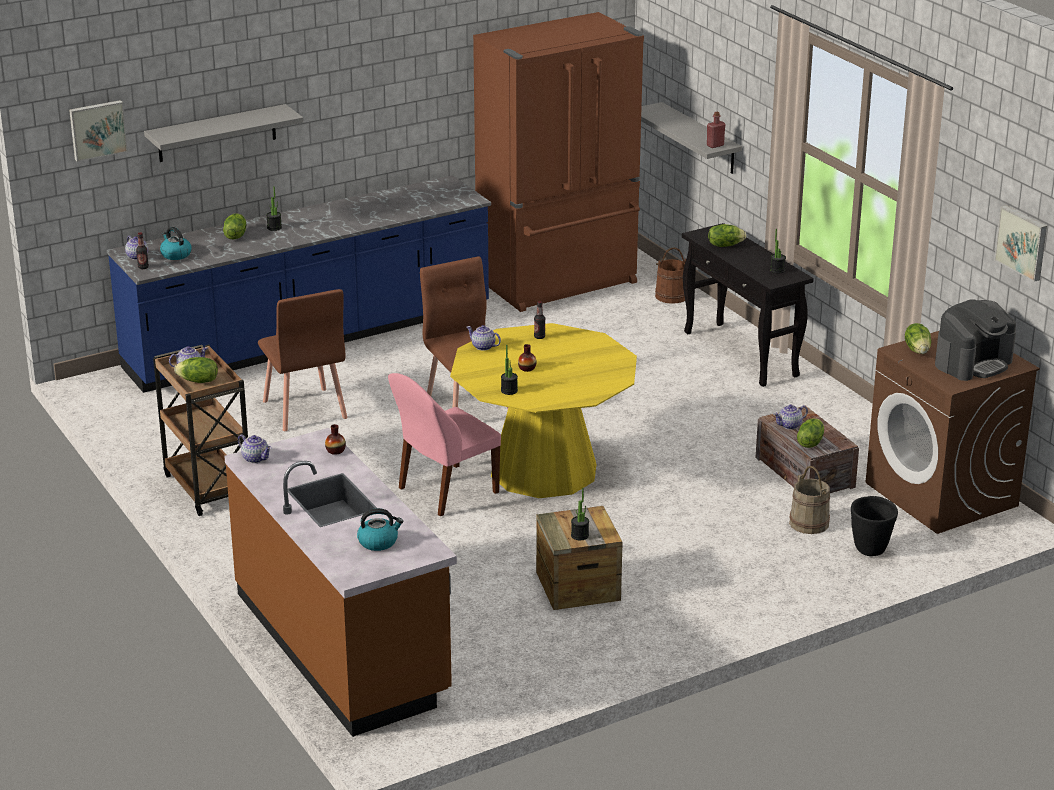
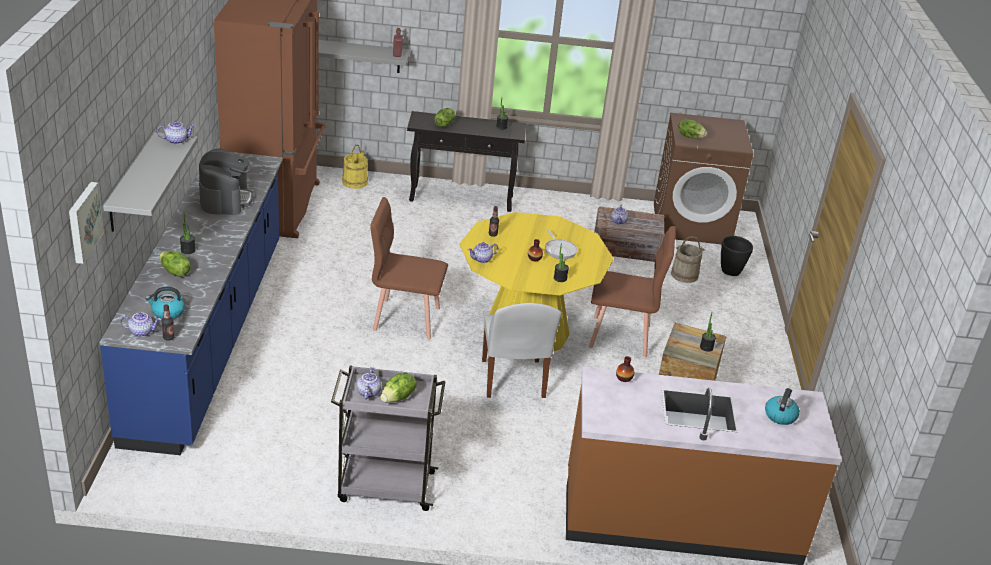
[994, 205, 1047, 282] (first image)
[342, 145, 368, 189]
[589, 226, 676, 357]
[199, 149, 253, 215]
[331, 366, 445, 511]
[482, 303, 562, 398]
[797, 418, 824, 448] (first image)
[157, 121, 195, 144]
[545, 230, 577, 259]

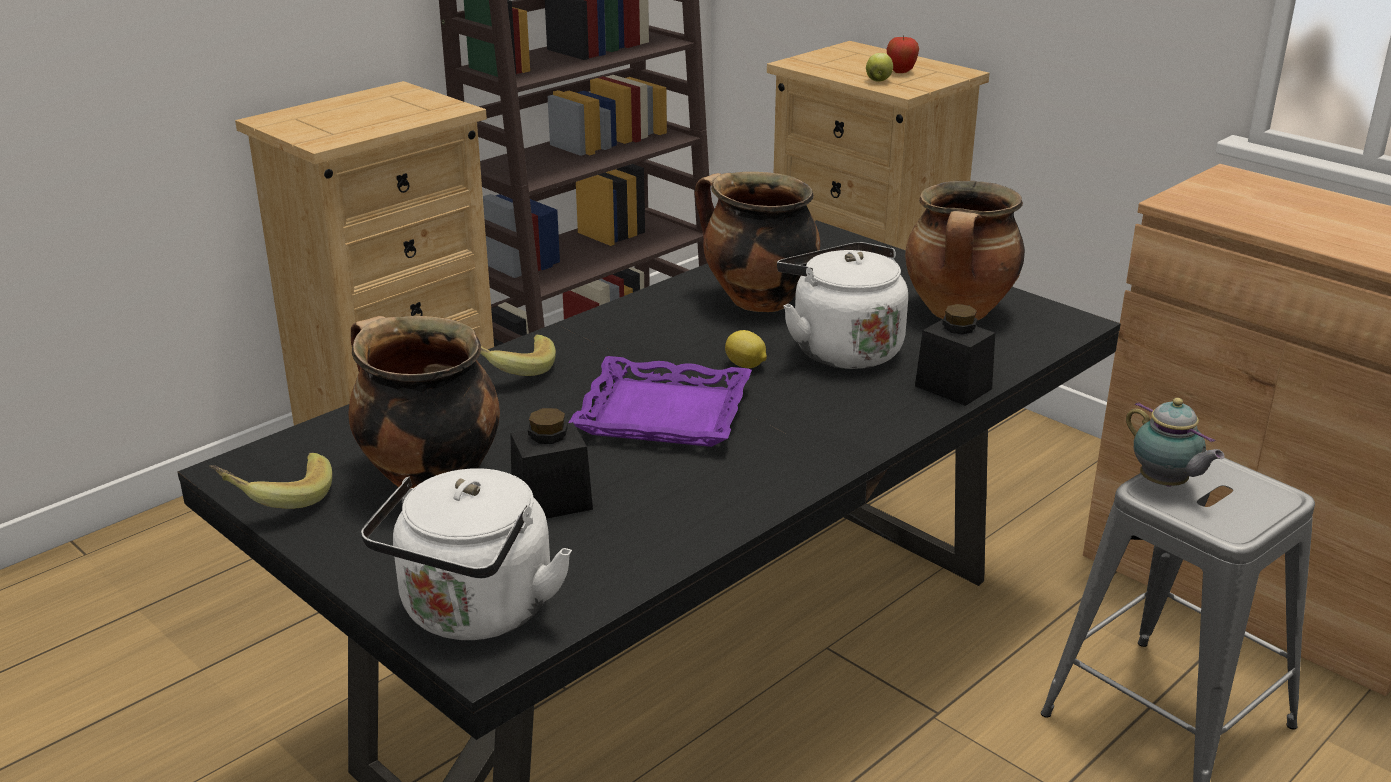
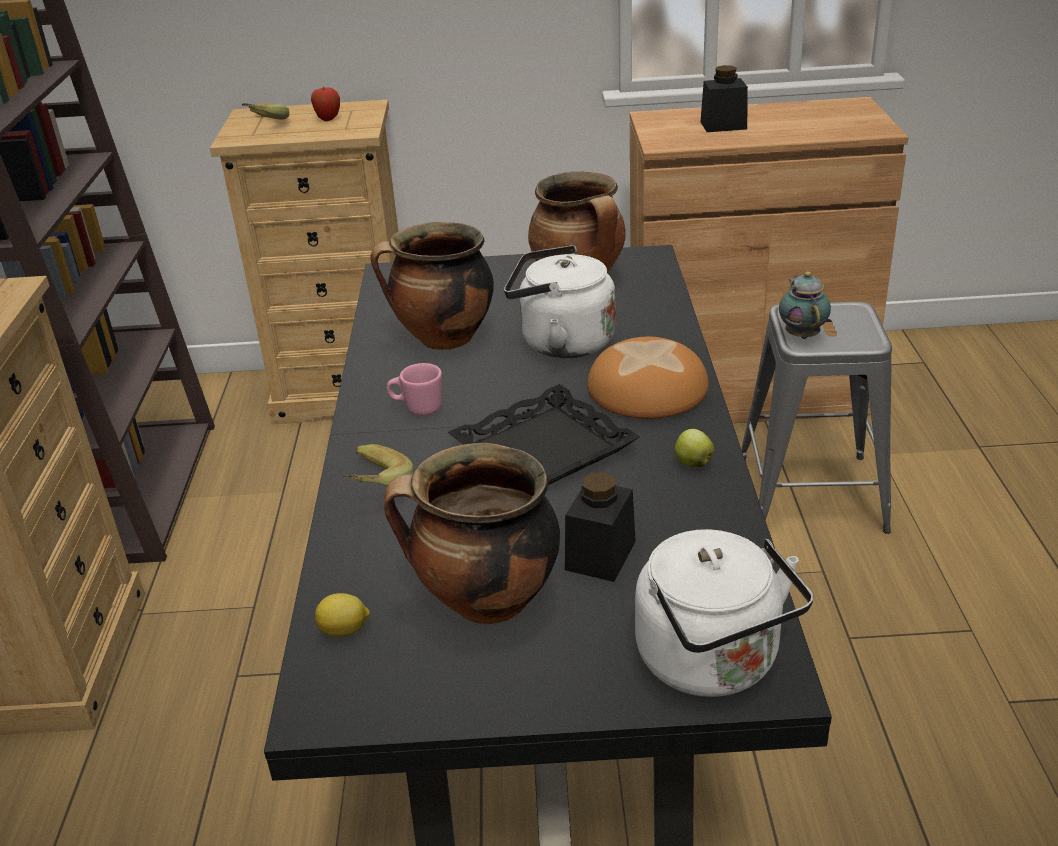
[675, 429, 714, 467]
[701, 65, 748, 132]
[315, 593, 370, 637]
[447, 384, 640, 485]
[779, 271, 831, 339]
[242, 103, 289, 120]
[587, 337, 709, 419]
[387, 363, 442, 416]

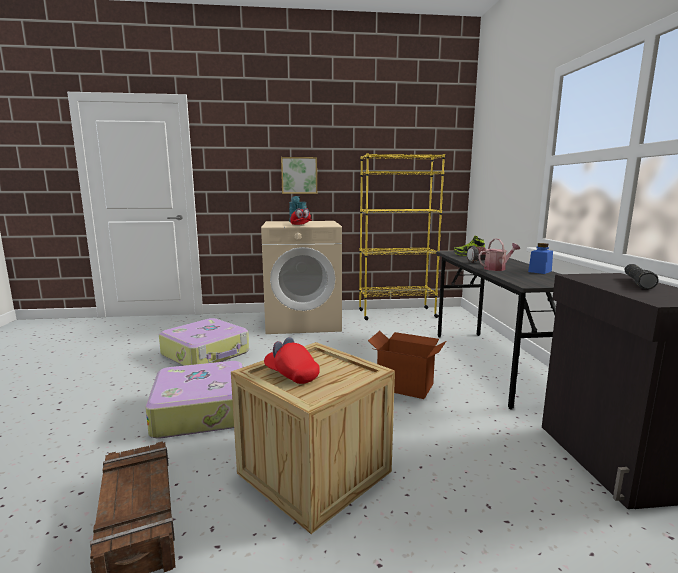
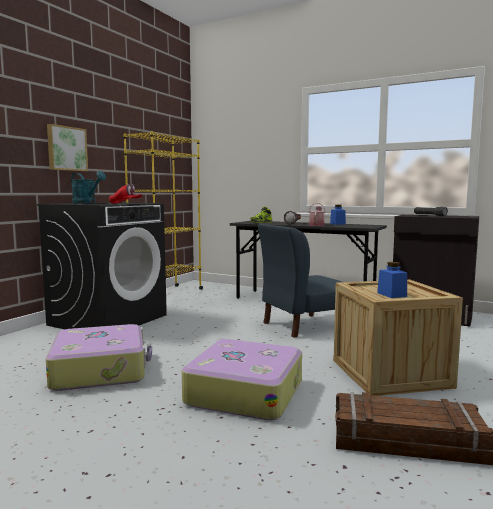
[37, 202, 167, 329]
[258, 224, 342, 338]
[377, 262, 407, 298]

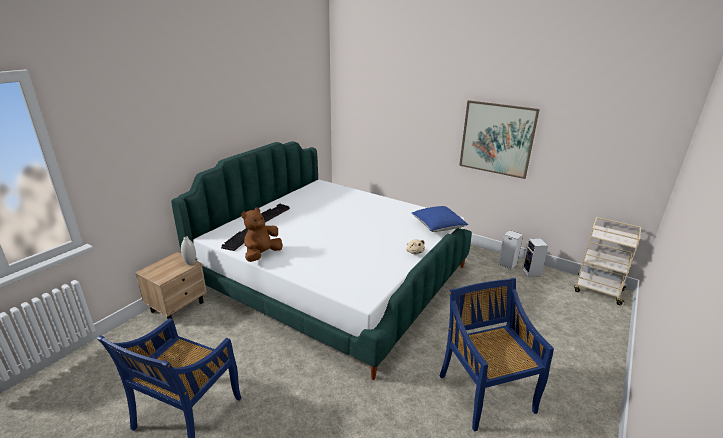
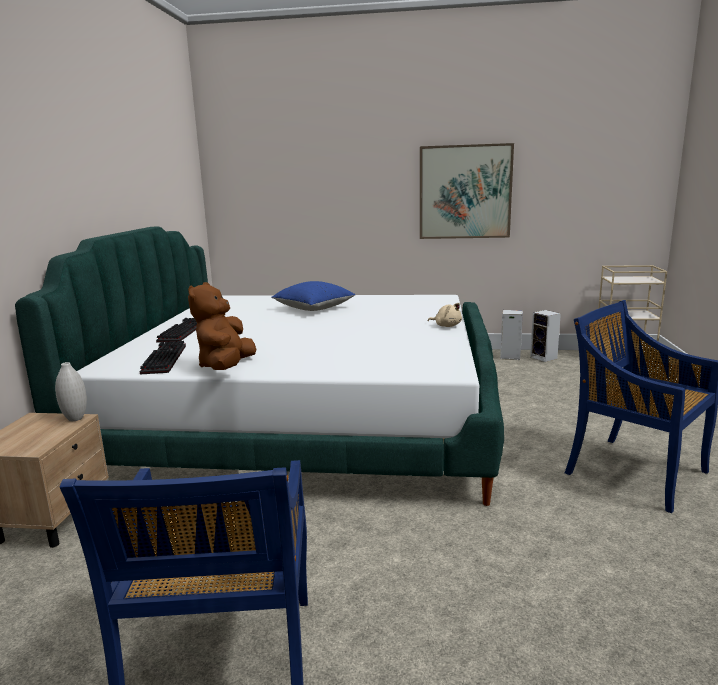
[271, 281, 356, 311]

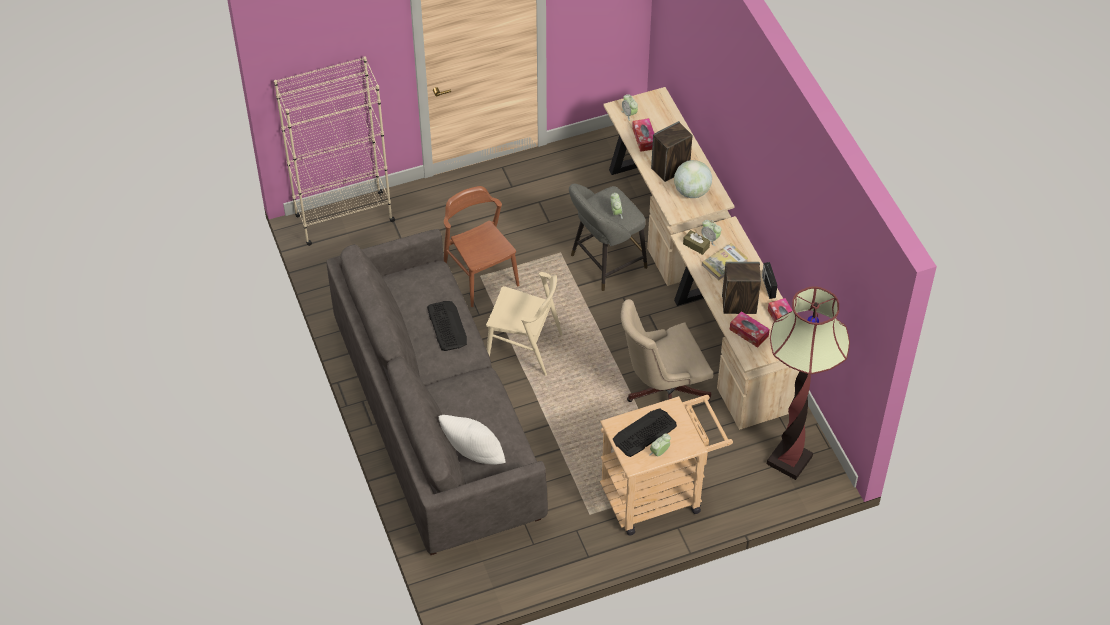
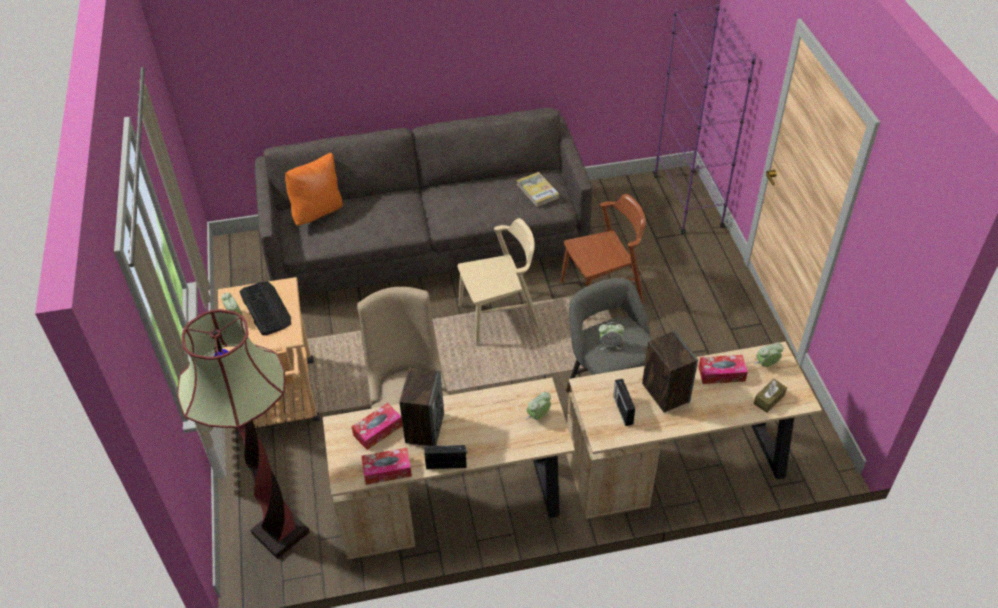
[654, 4, 756, 234]
[613, 379, 635, 426]
[754, 379, 787, 413]
[517, 172, 559, 207]
[458, 218, 540, 346]
[427, 301, 467, 351] (first image)
[285, 153, 342, 226]

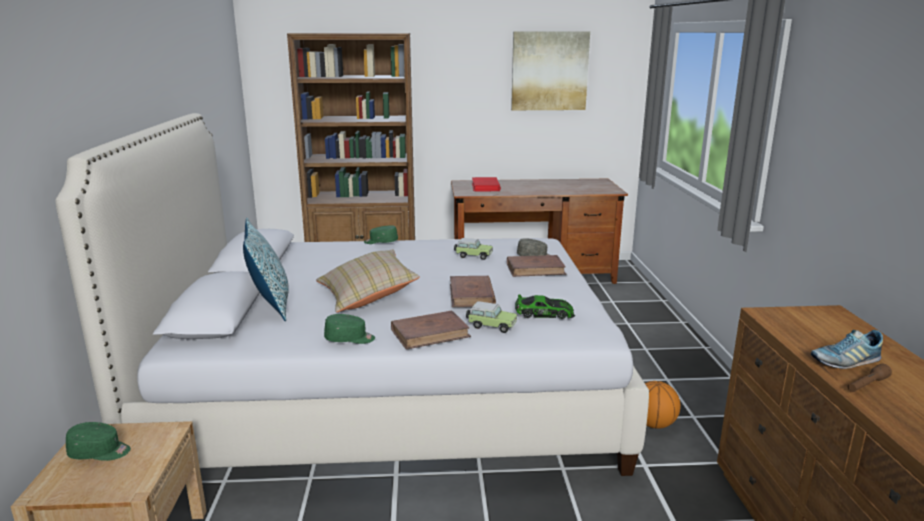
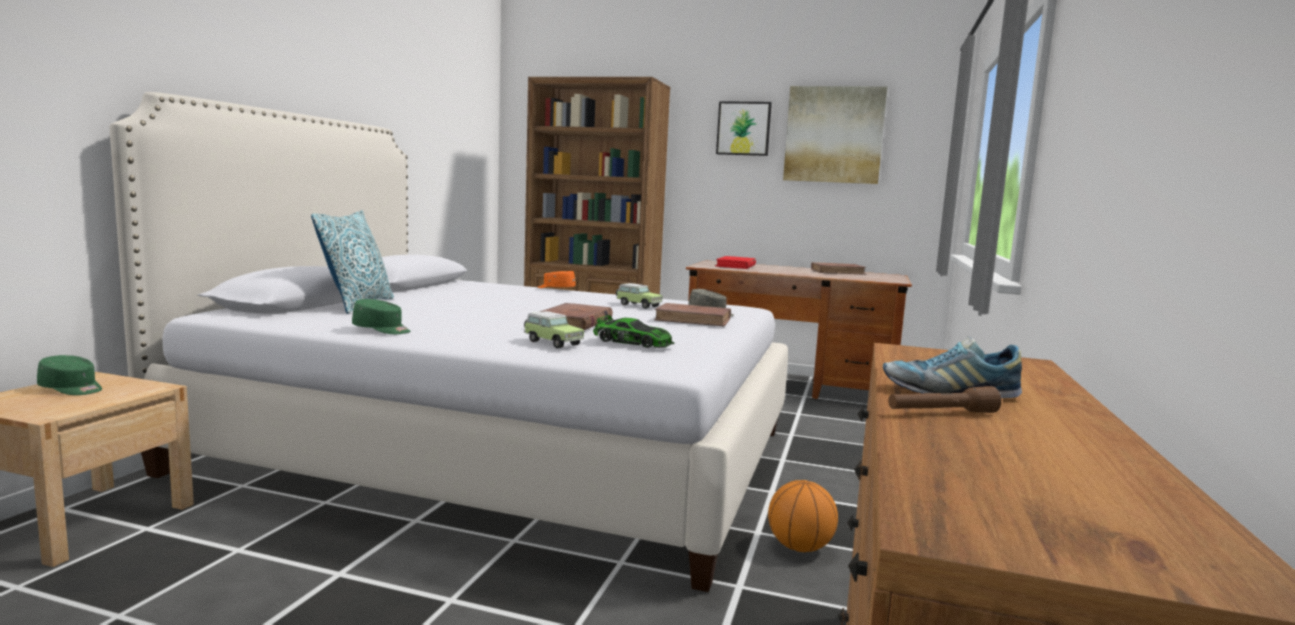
[538, 271, 575, 288]
[316, 249, 420, 312] (first image)
[811, 262, 866, 275]
[716, 101, 772, 156]

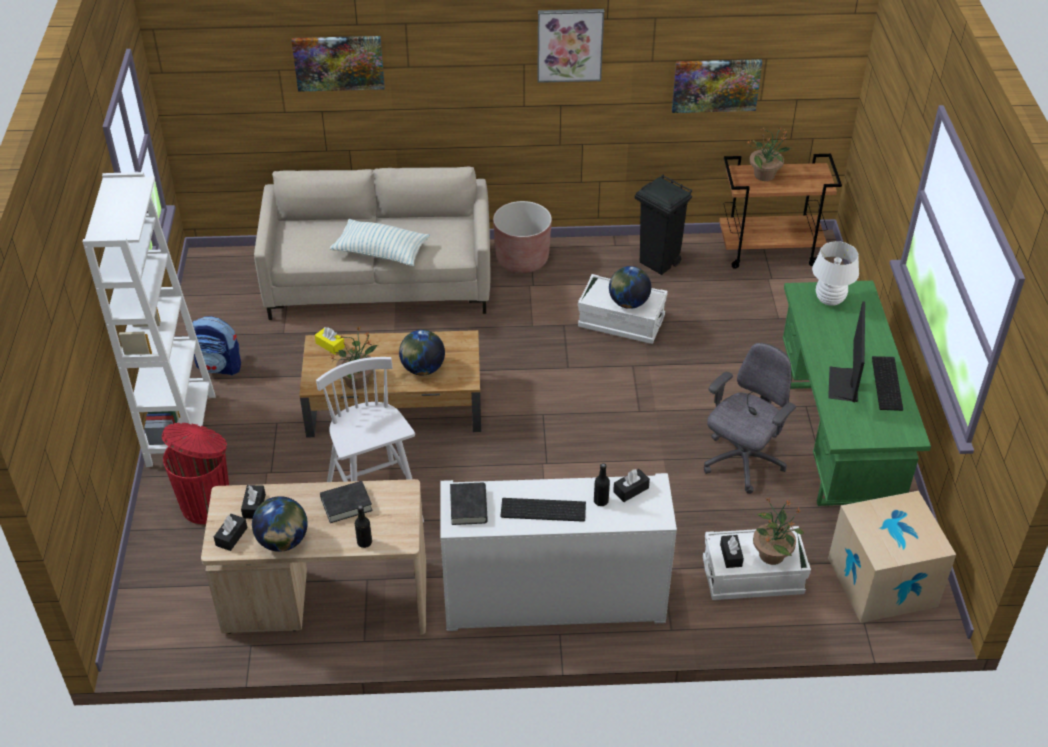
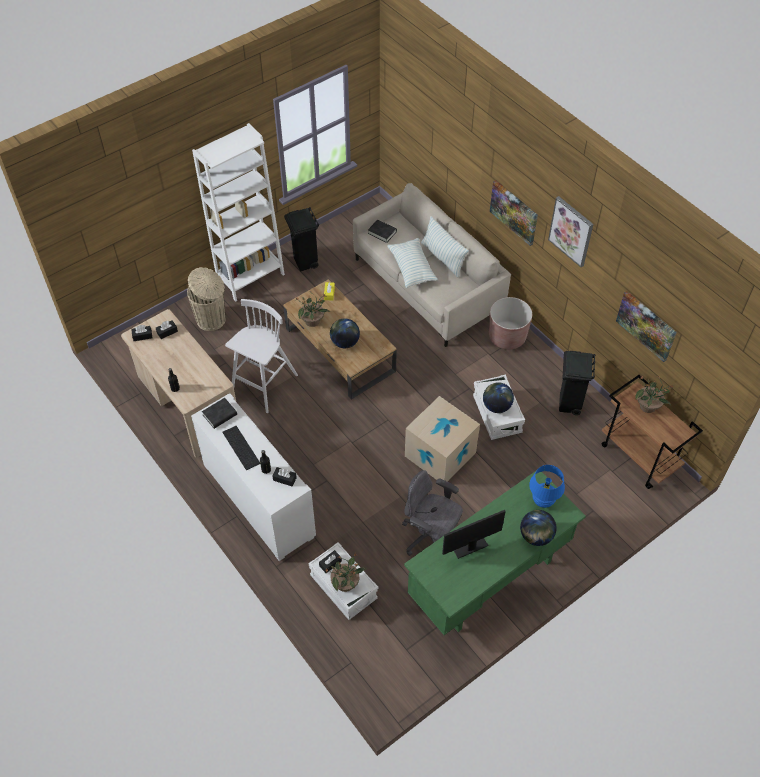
[490, 180, 538, 246]
[529, 465, 565, 508]
[284, 207, 319, 272]
[402, 470, 463, 556]
[872, 356, 903, 411] (first image)
[187, 267, 226, 331]
[368, 220, 397, 243]
[405, 396, 480, 482]
[520, 510, 557, 546]
[421, 216, 469, 278]

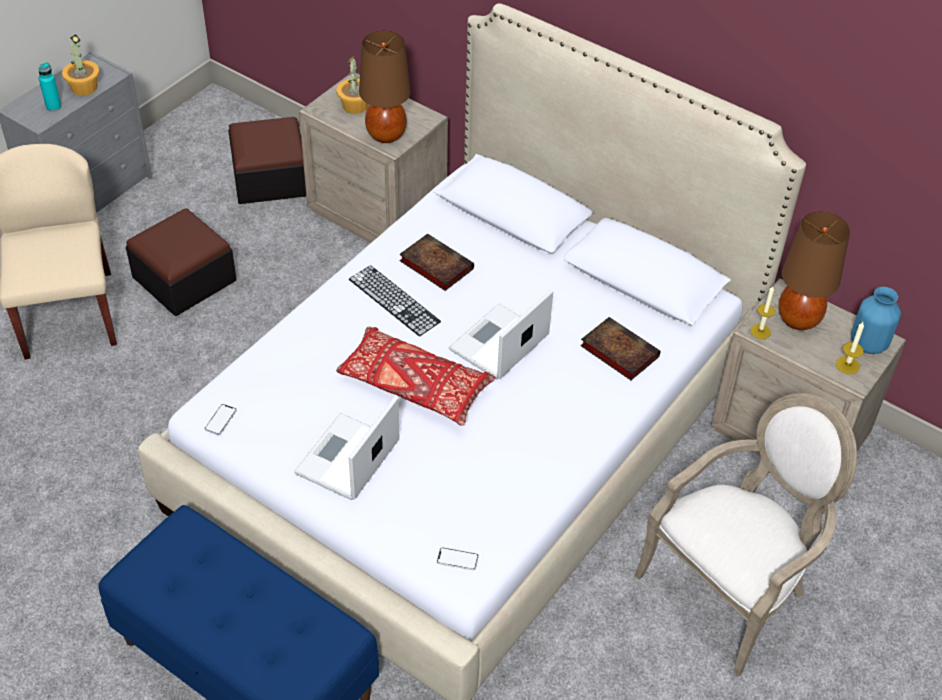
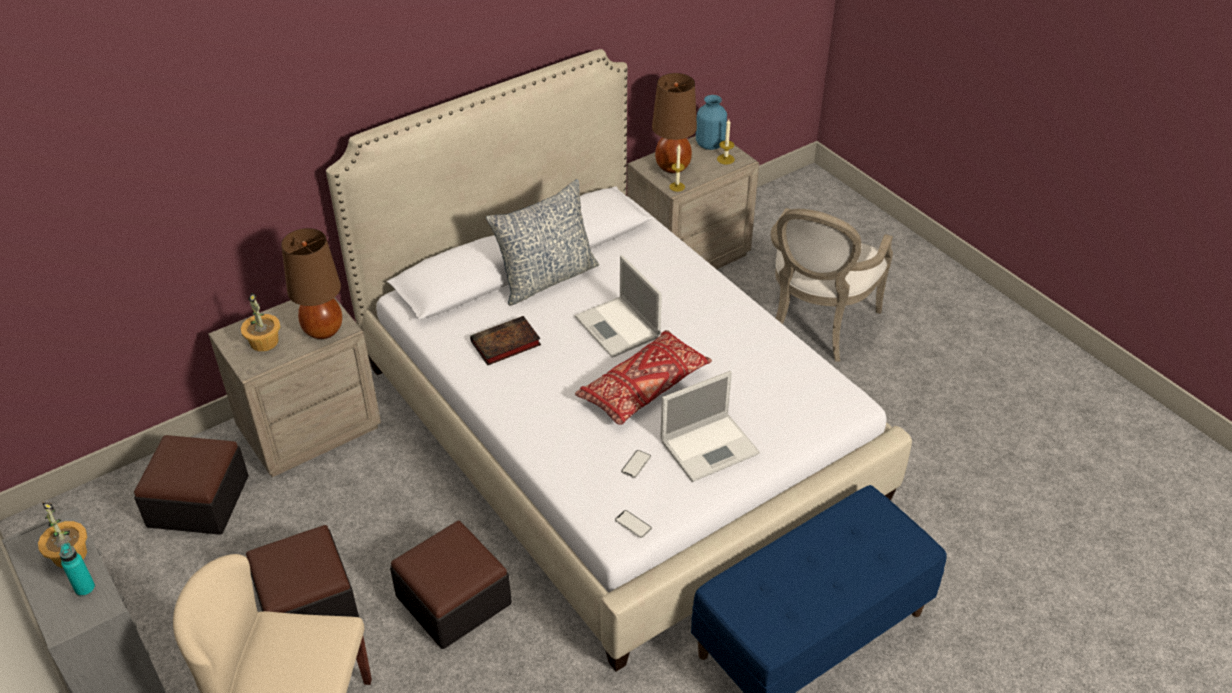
[349, 265, 441, 337] (first image)
[580, 317, 660, 380] (first image)
[771, 208, 893, 362]
[660, 371, 760, 482]
[621, 450, 651, 478]
[486, 179, 599, 305]
[390, 521, 512, 649]

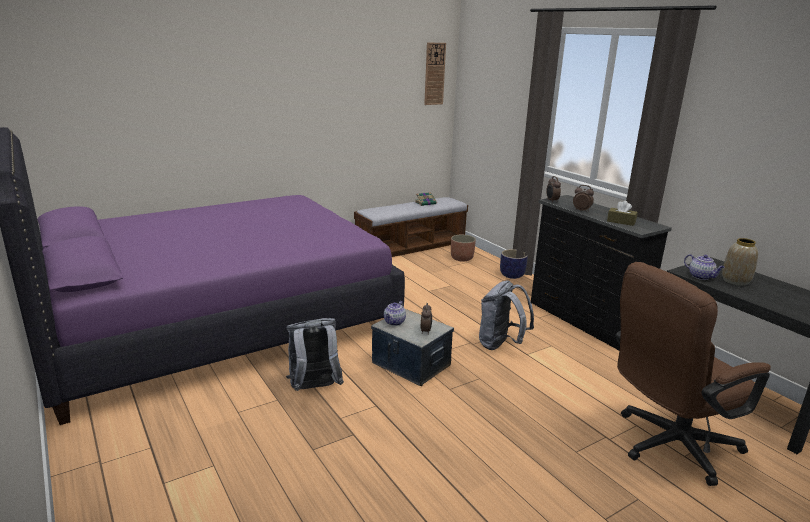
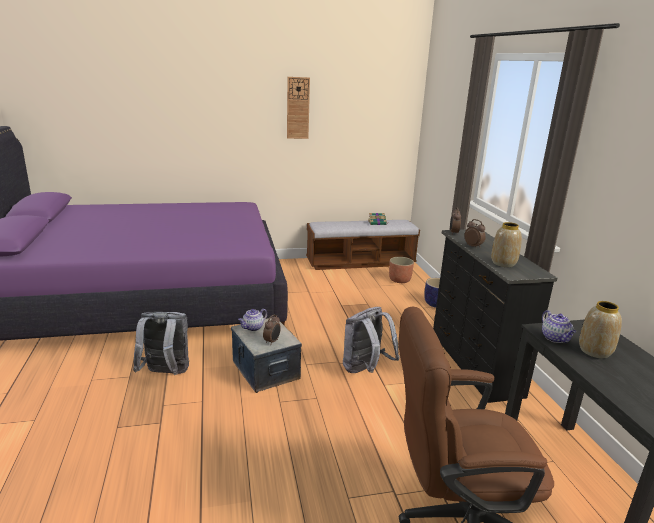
[287, 77, 310, 139]
[491, 222, 522, 267]

